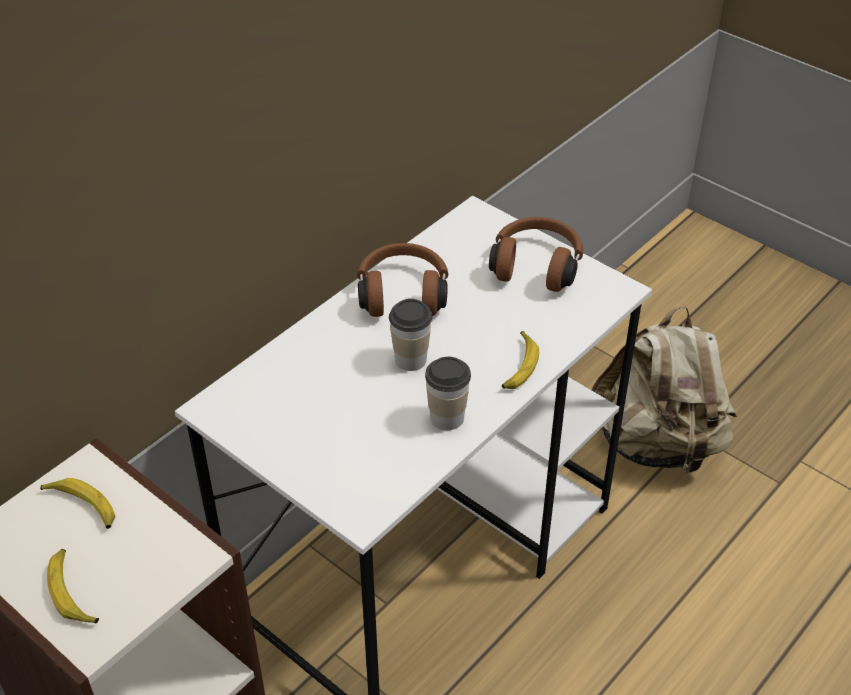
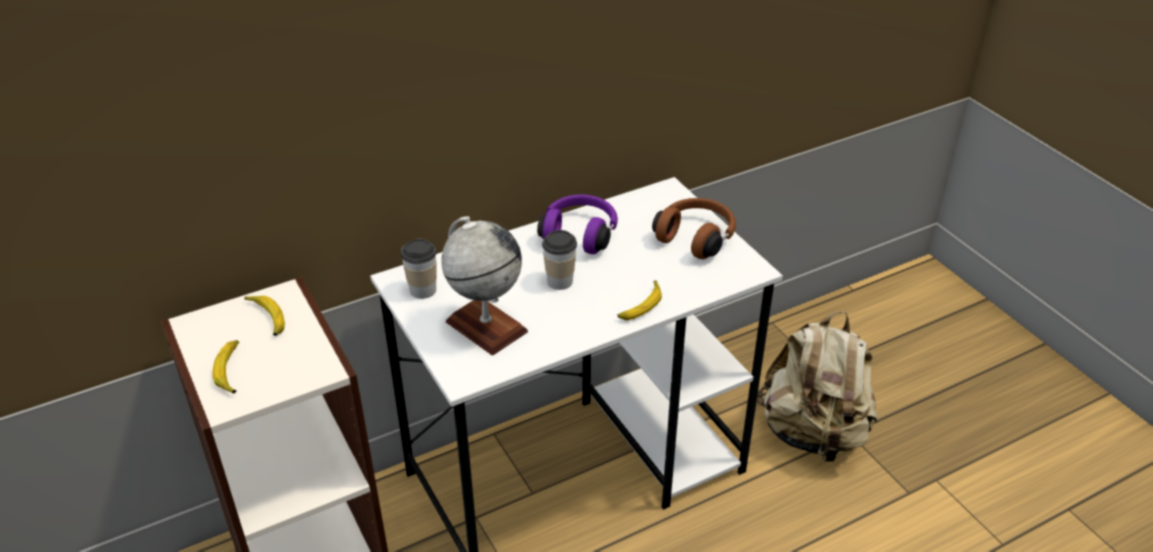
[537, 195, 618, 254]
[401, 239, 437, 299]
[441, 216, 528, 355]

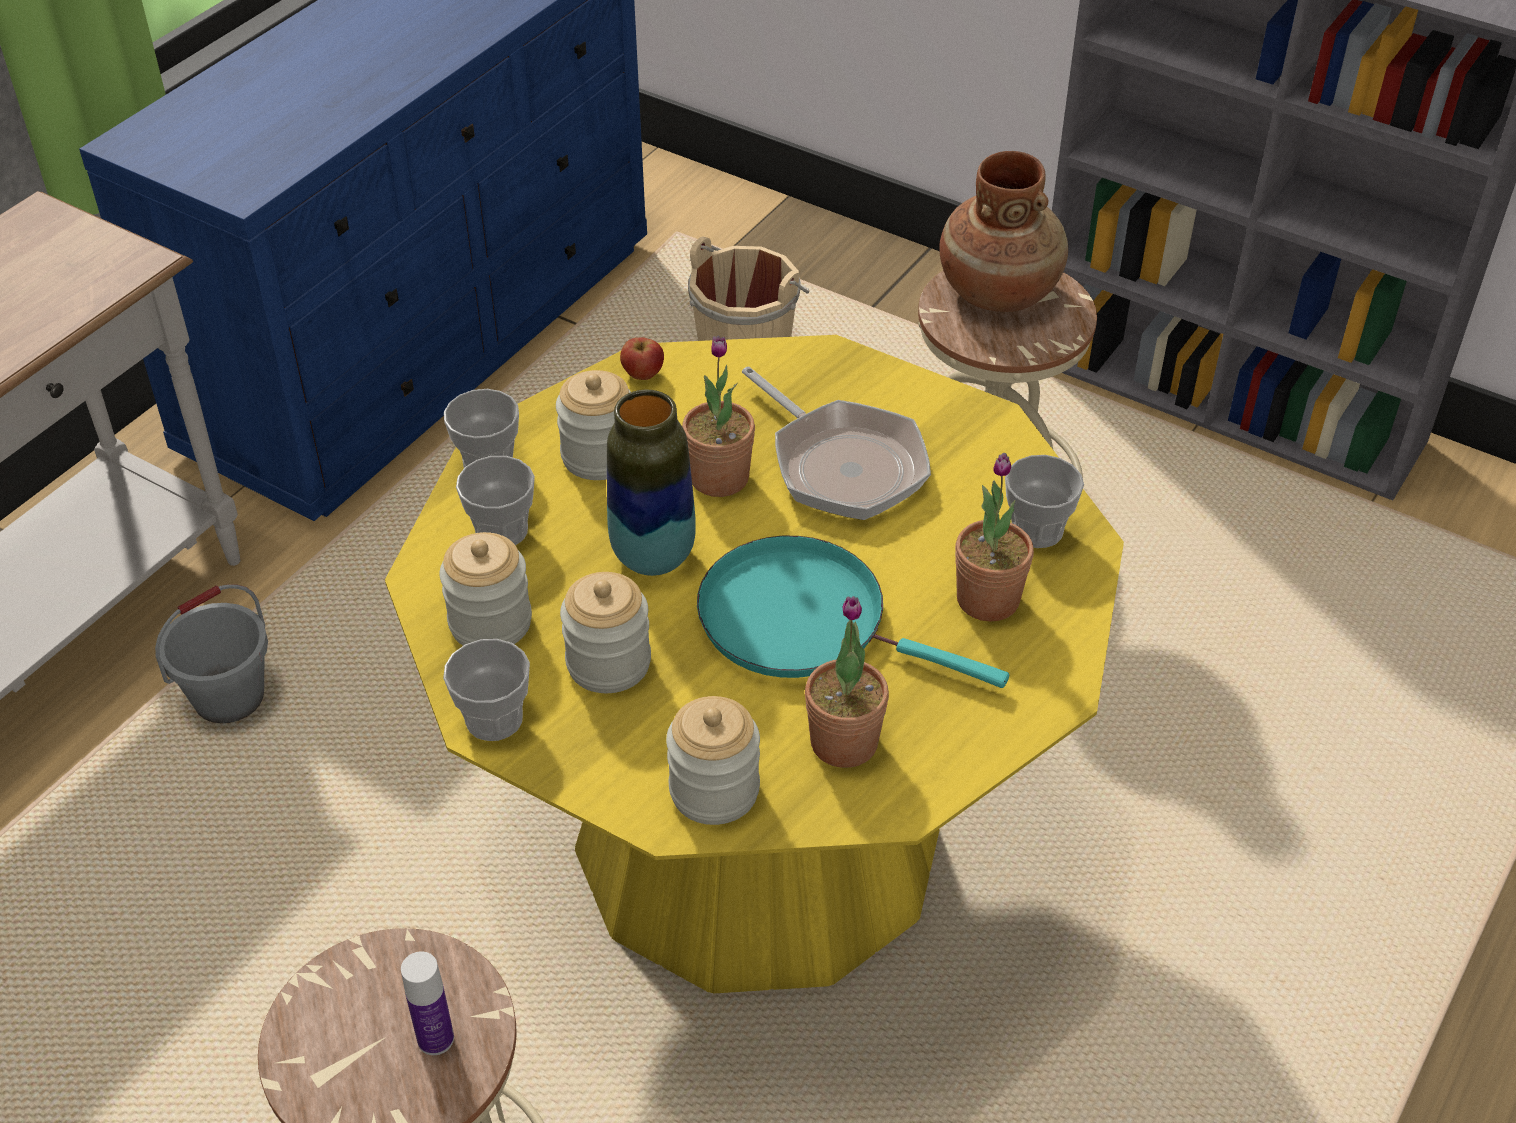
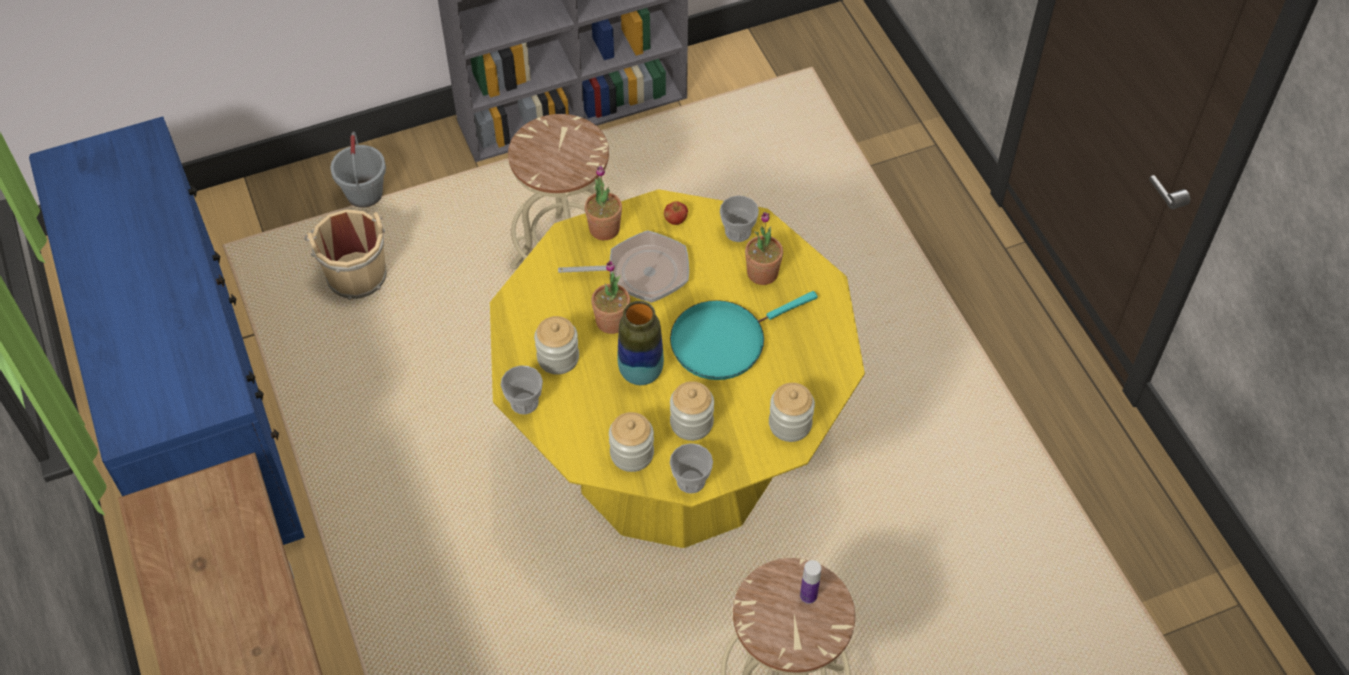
[939, 151, 1068, 312] (first image)
[664, 202, 688, 225]
[456, 456, 535, 545] (first image)
[330, 132, 386, 207]
[585, 166, 622, 240]

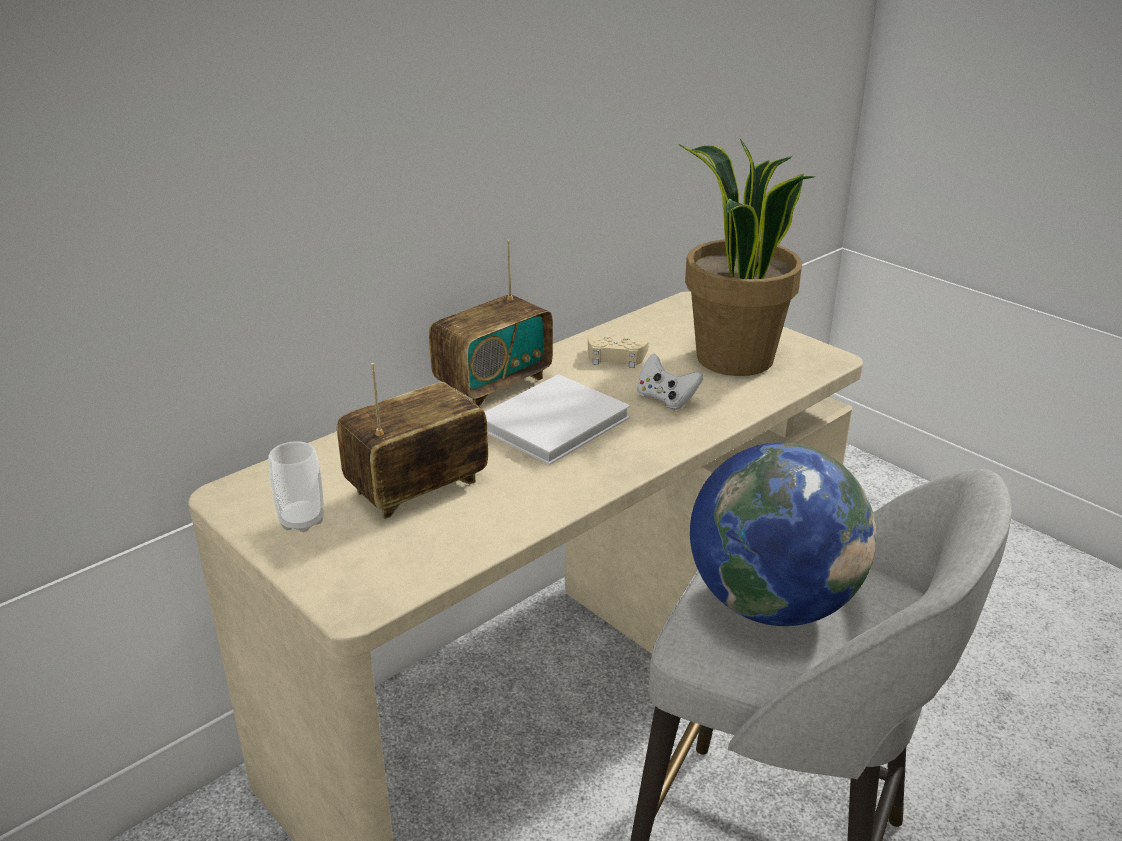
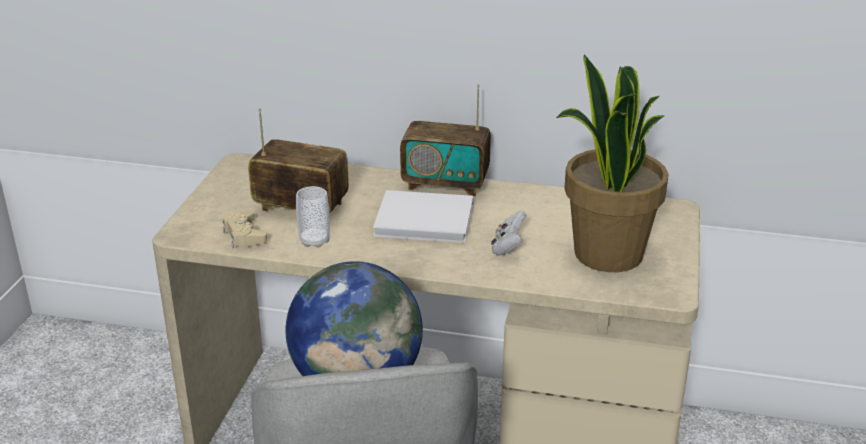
[223, 211, 267, 248]
[296, 186, 330, 248]

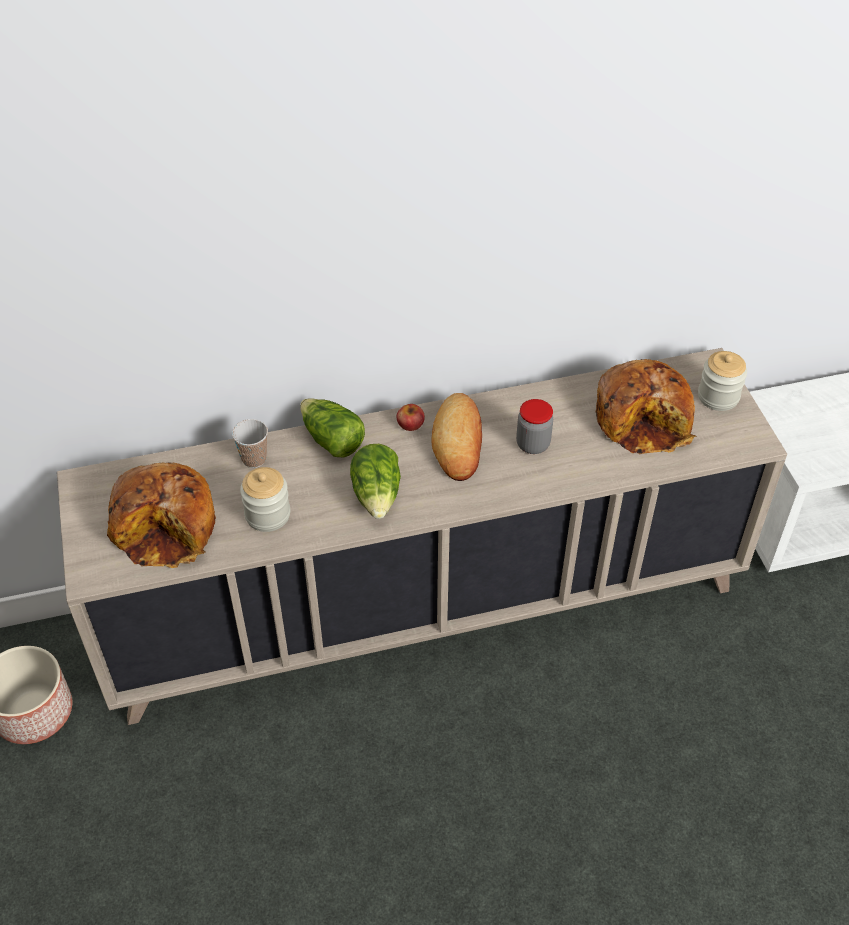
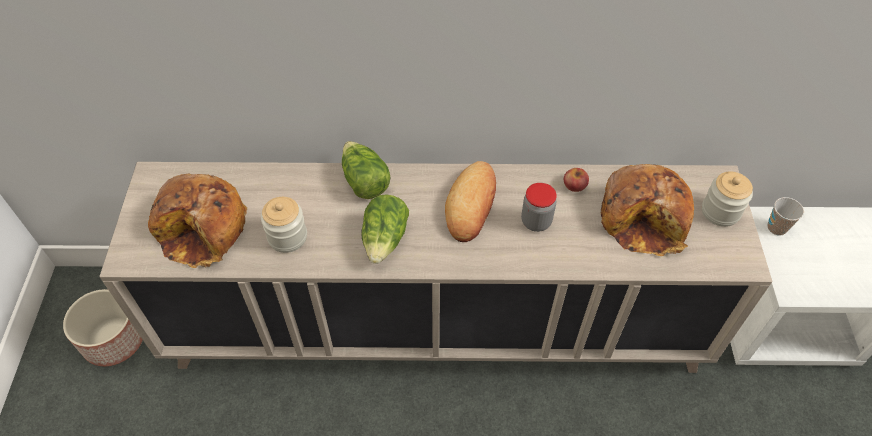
[564, 168, 589, 192]
[767, 197, 804, 236]

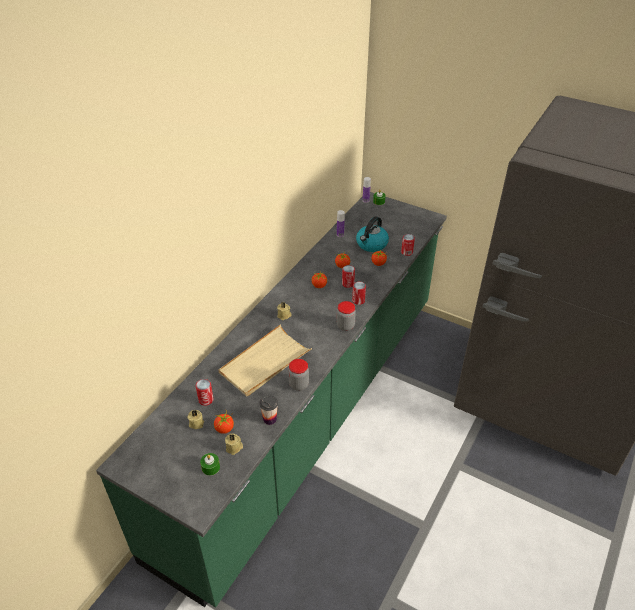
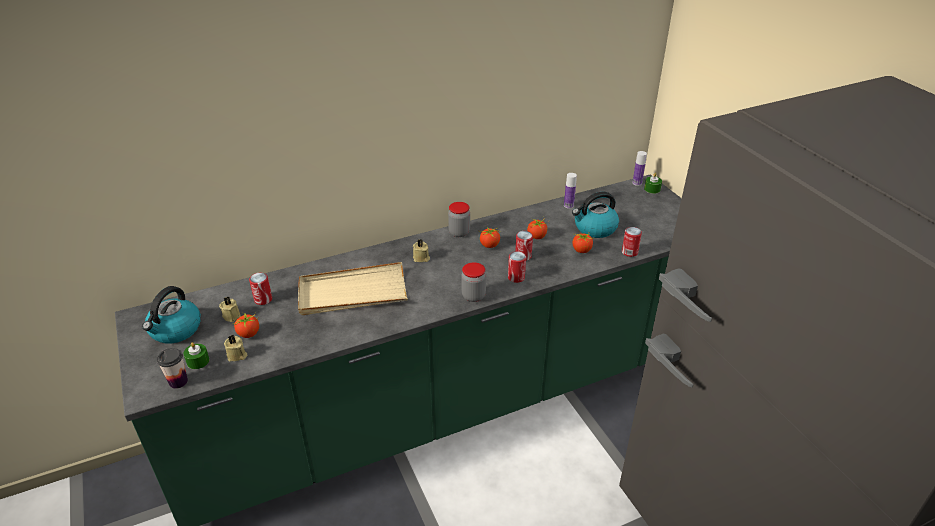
[448, 202, 470, 237]
[157, 348, 188, 389]
[142, 286, 201, 344]

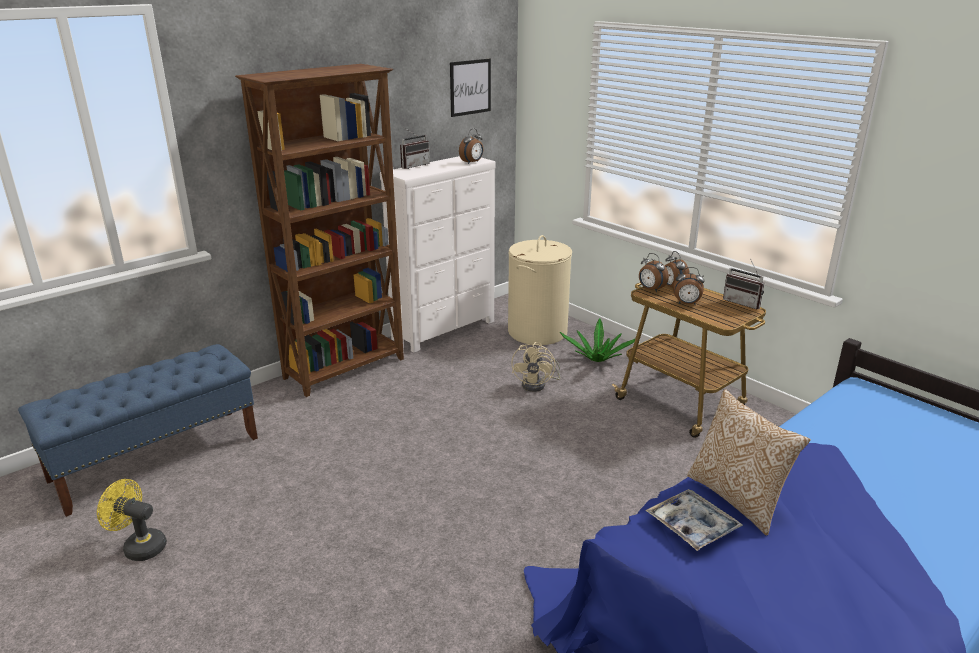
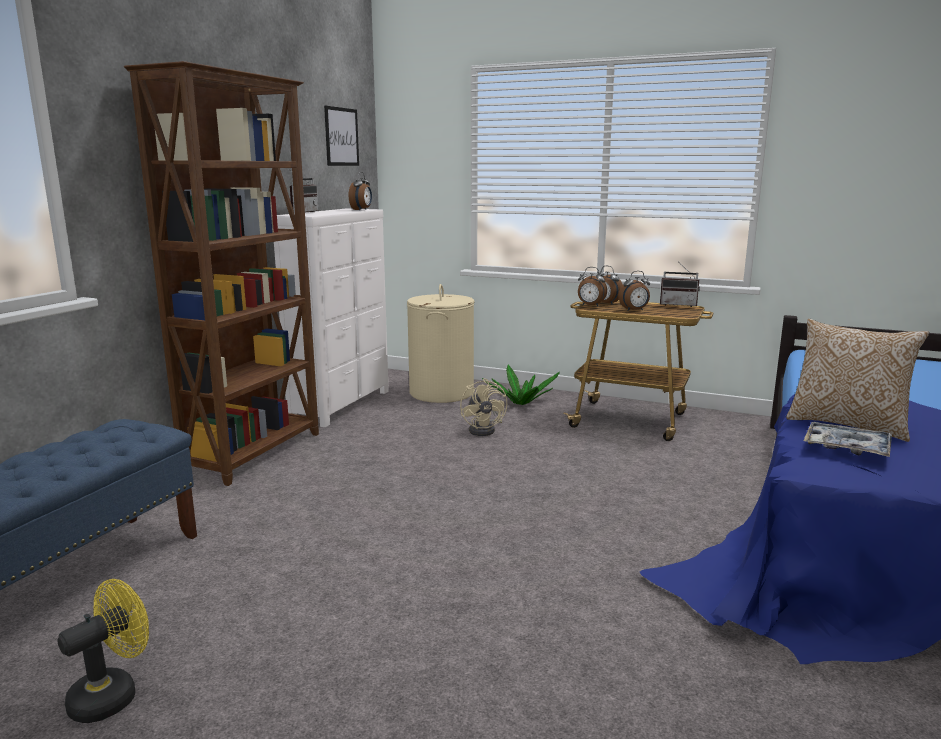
[58, 579, 149, 723]

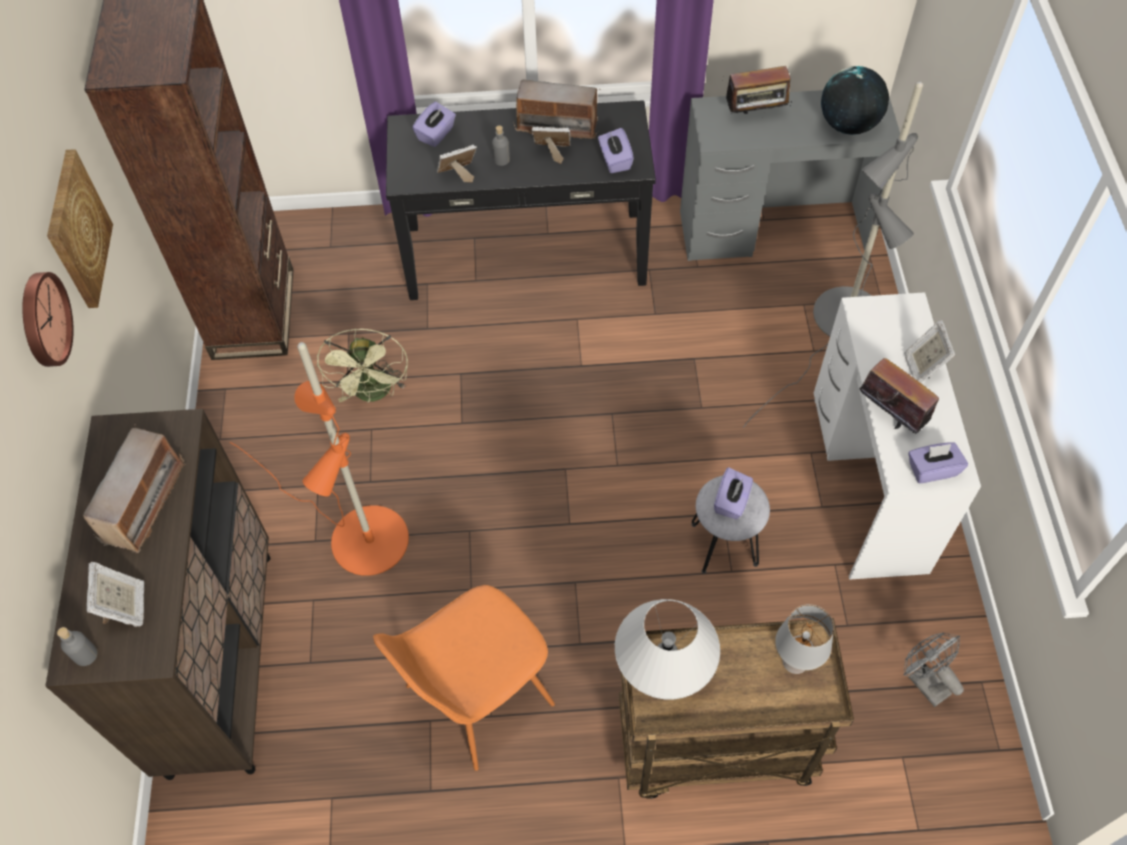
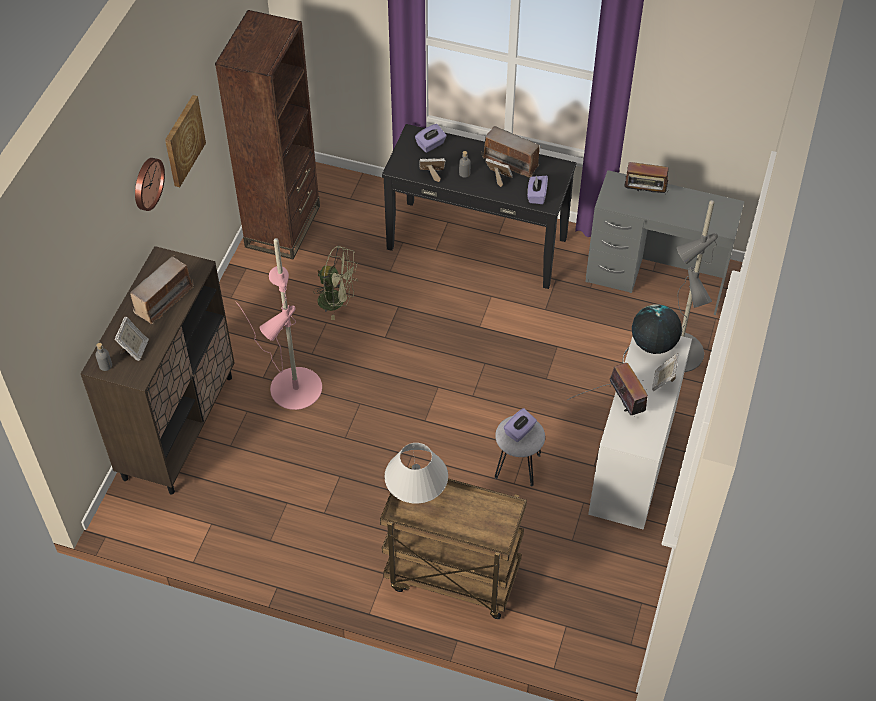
[632, 304, 682, 354]
[313, 246, 358, 320]
[236, 238, 322, 410]
[908, 443, 968, 483] (first image)
[373, 585, 555, 771] (first image)
[775, 604, 834, 674] (first image)
[903, 633, 964, 707] (first image)

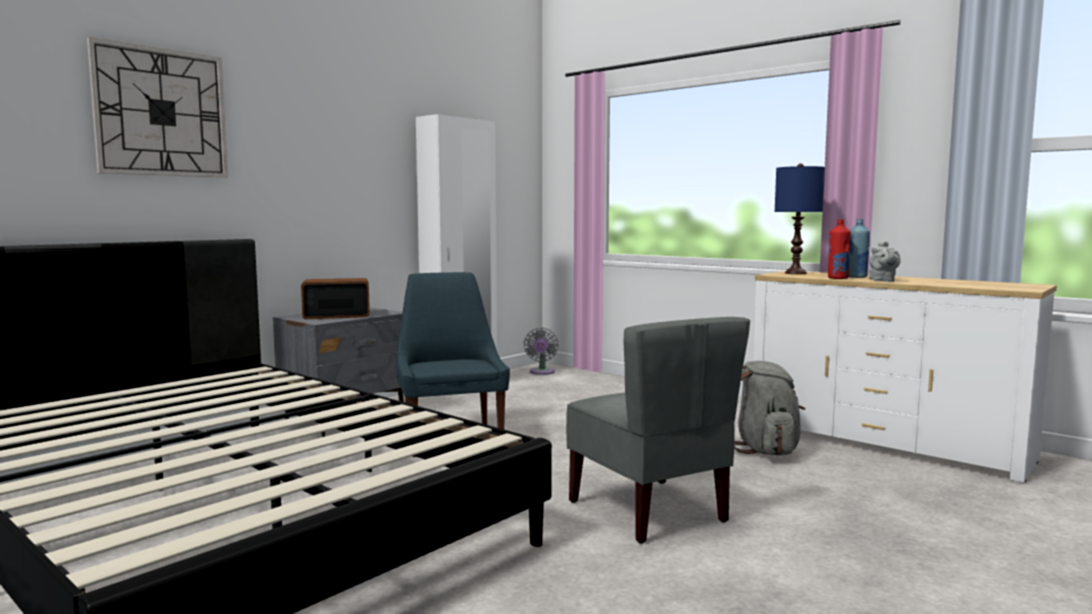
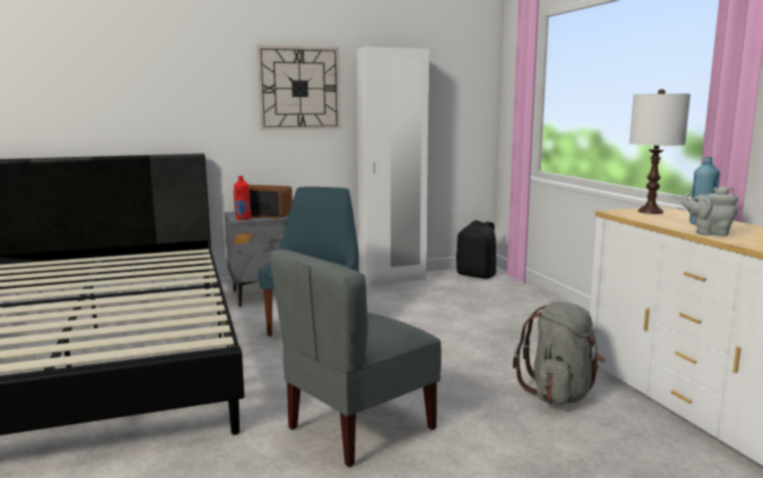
[257, 45, 340, 131]
[629, 89, 690, 214]
[234, 176, 251, 220]
[681, 186, 739, 236]
[269, 249, 441, 467]
[456, 220, 497, 279]

